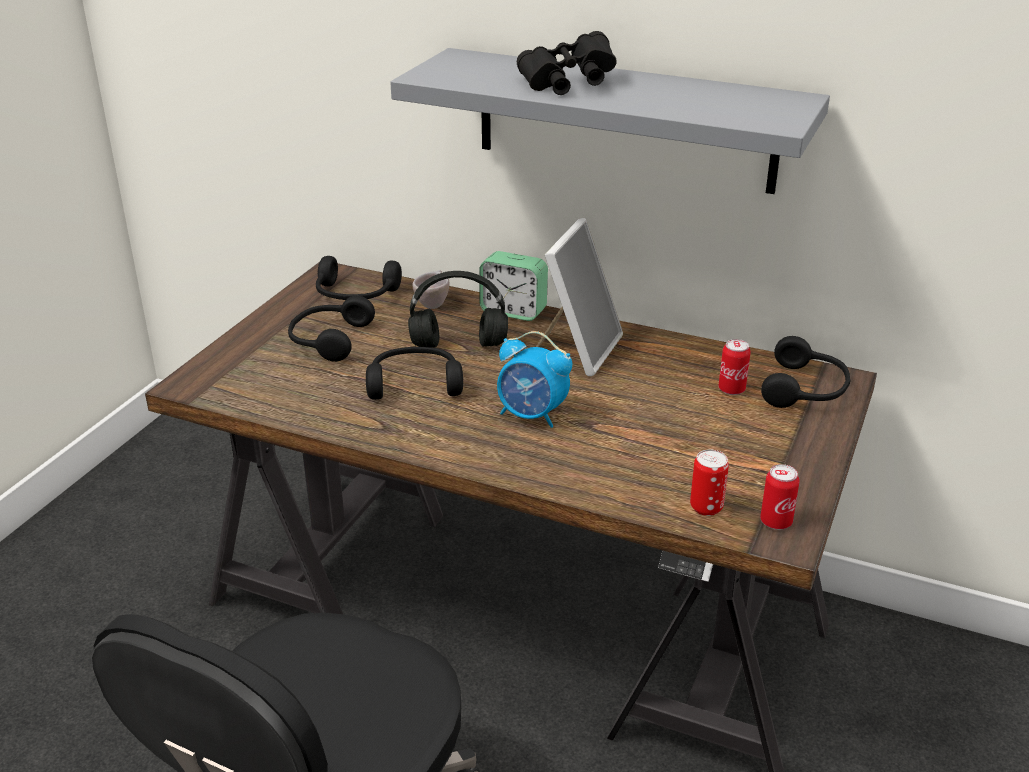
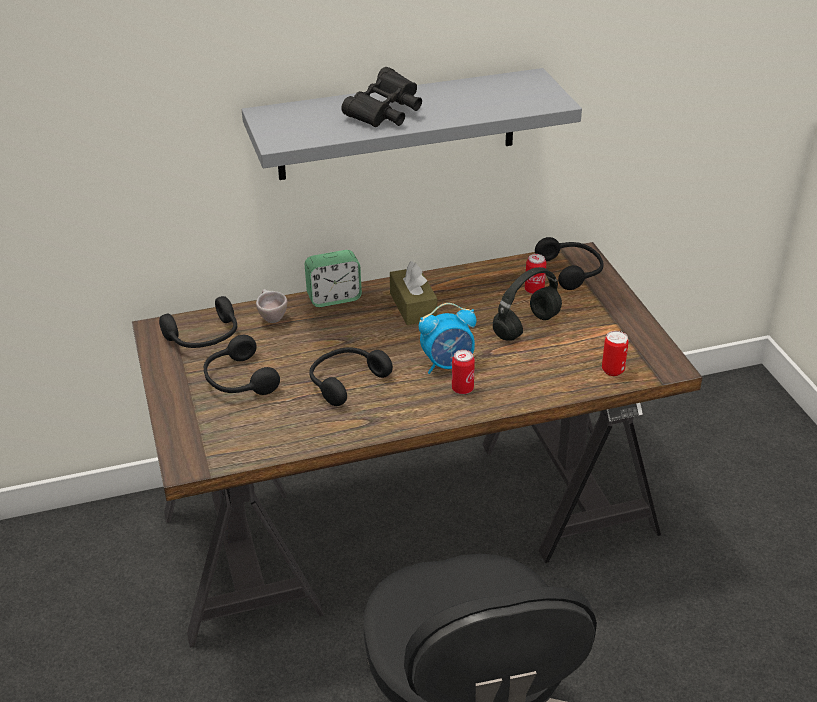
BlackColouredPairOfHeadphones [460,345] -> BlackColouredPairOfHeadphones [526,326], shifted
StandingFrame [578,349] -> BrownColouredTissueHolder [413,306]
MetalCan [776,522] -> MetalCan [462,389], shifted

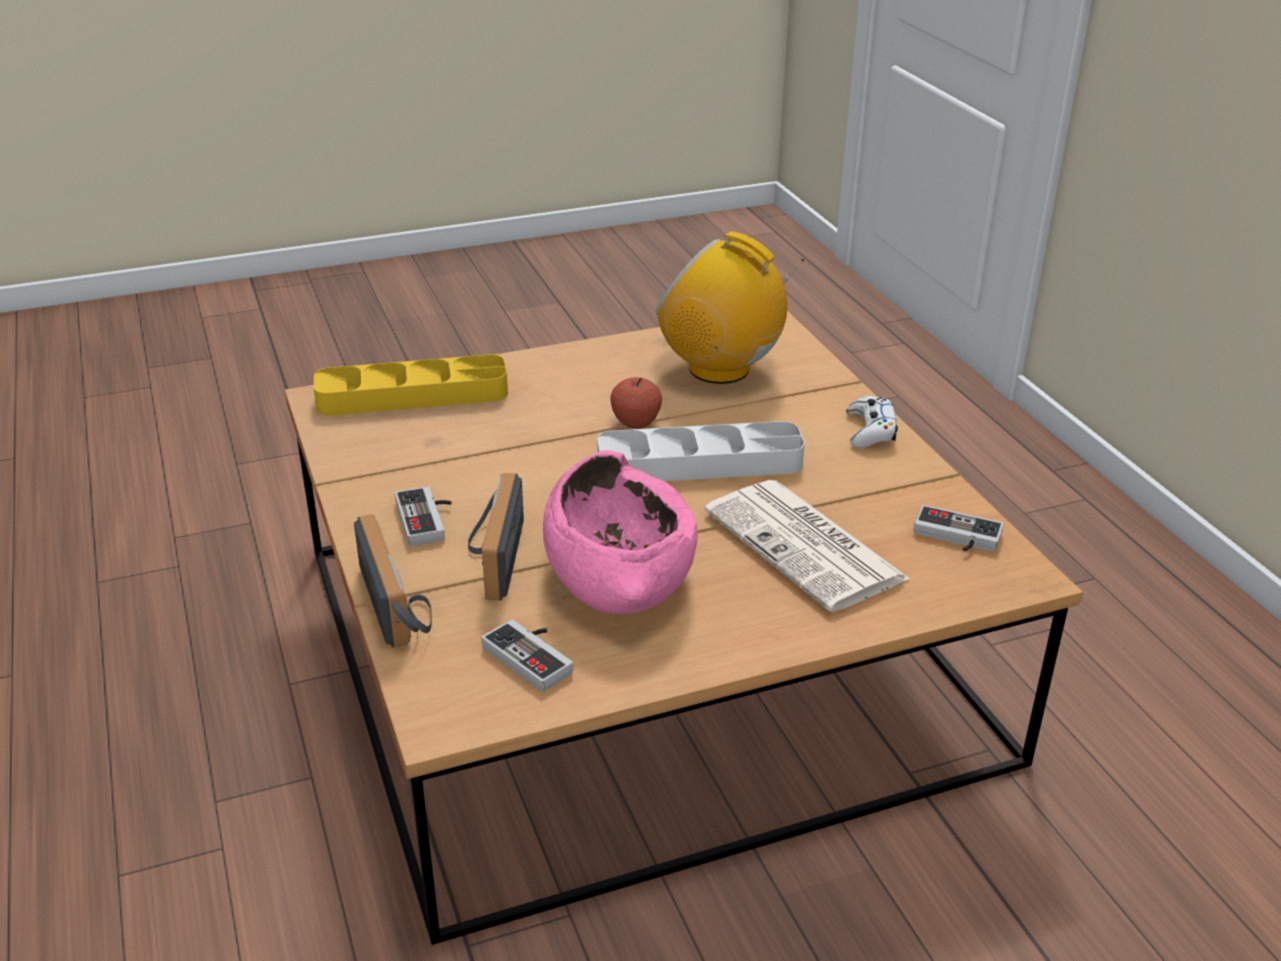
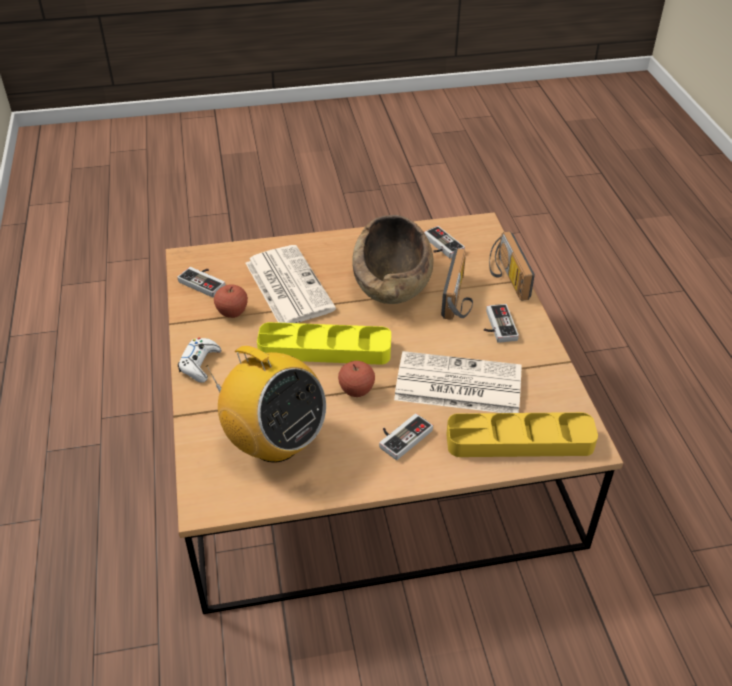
PinkishBowl [618,572] -> BrownColouredBowl [393,282]
GreyTray [700,463] -> YellowTray [324,349]
none -> AppleFruit [232,312]
none -> GameController [401,436]
none -> Newspaper [456,384]

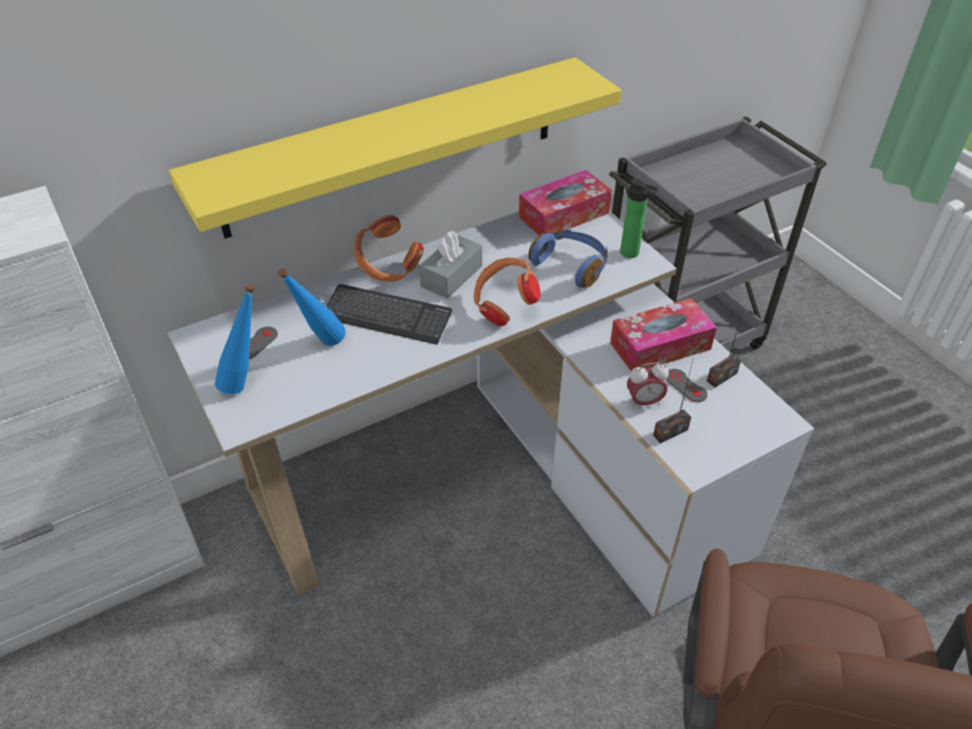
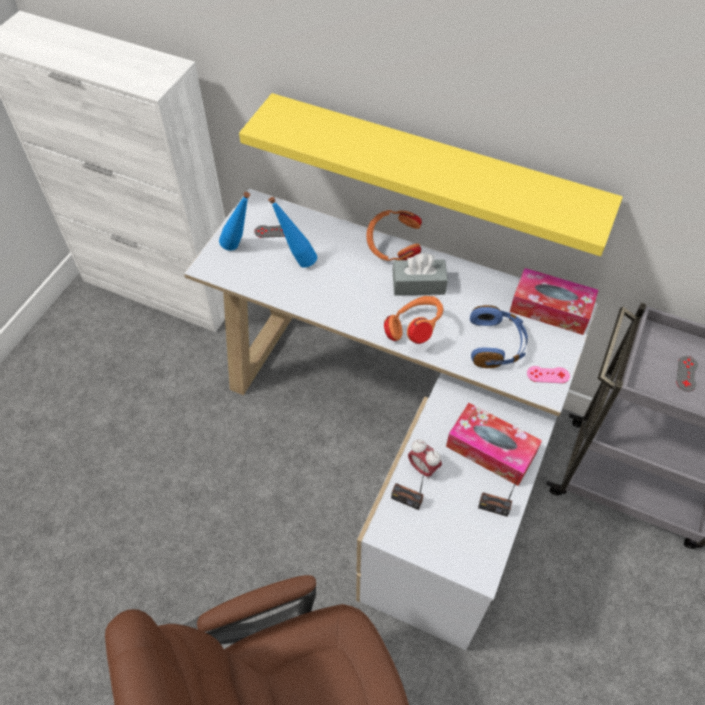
Keyboard [387,316] -> none
BeverageBottle [632,254] -> PinkishGameController [548,375]
GreyGameController [685,385] -> GreyGameController [686,373], shifted

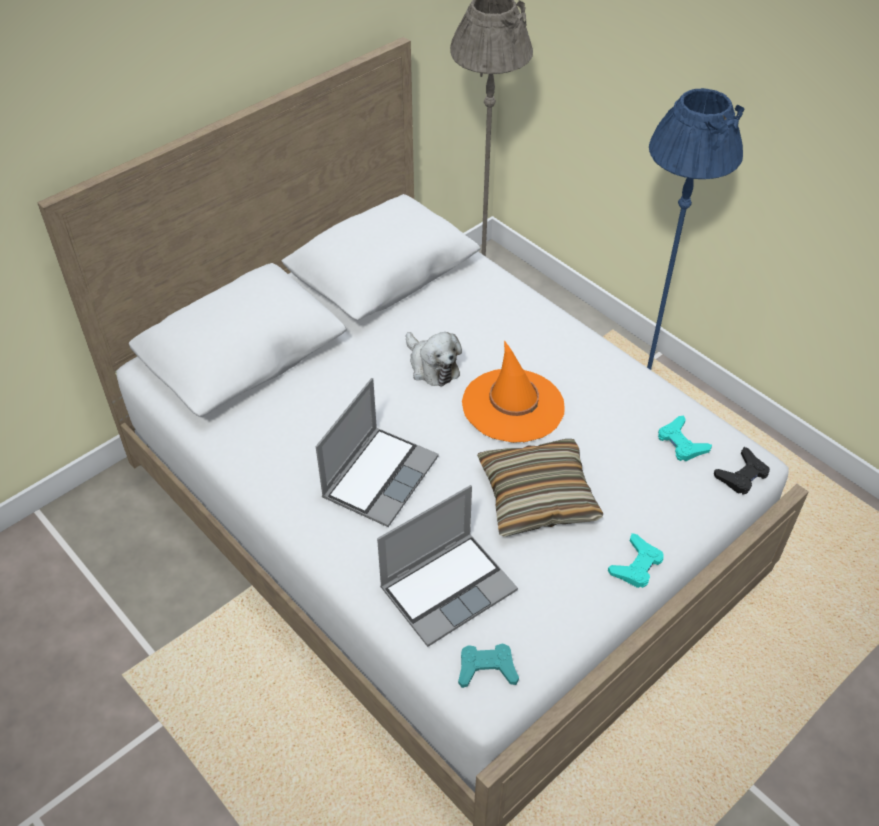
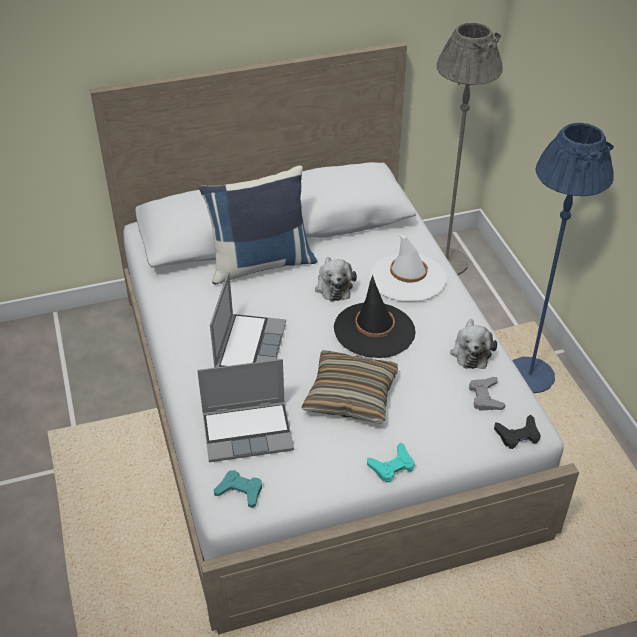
Laptop [380,476] -> Laptop [249,345], 45 degrees counterclockwise
OrangeyWearableHat [513,405] -> BlackColouredWearableHat [374,330]
TurquoiseGameController [681,443] -> GreyGameController [485,397]
none -> BlueColouredThrowPillow [261,263]
none -> WhitishWearableHat [407,278]
none -> PlushToy [471,351]

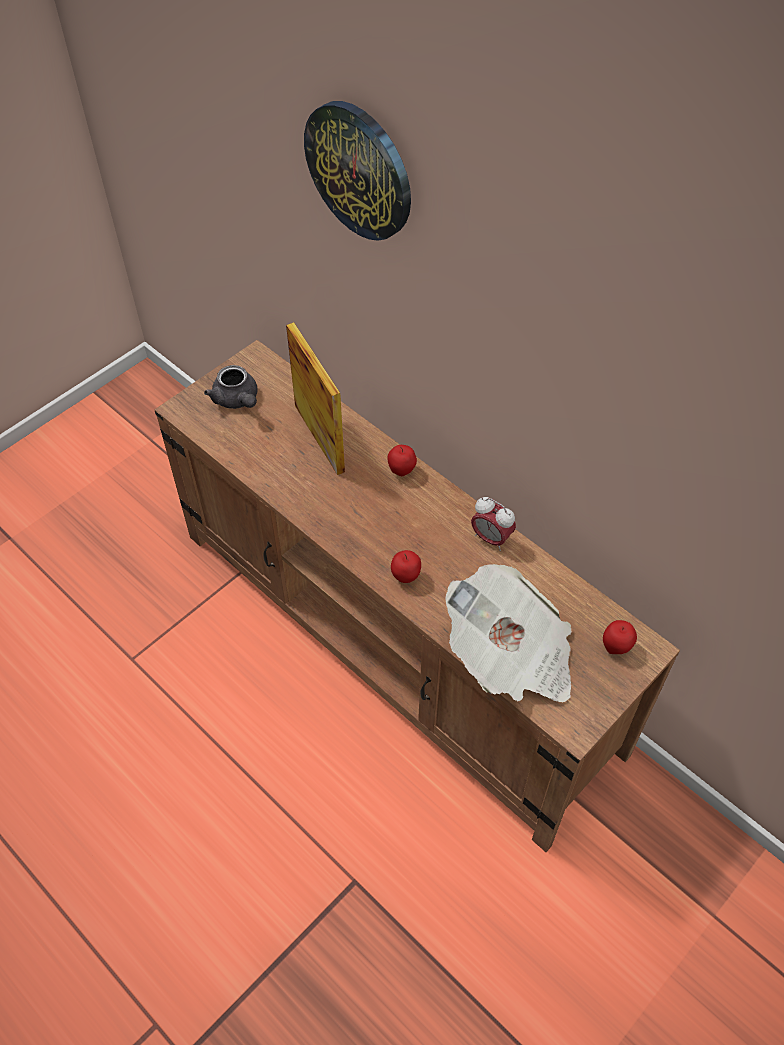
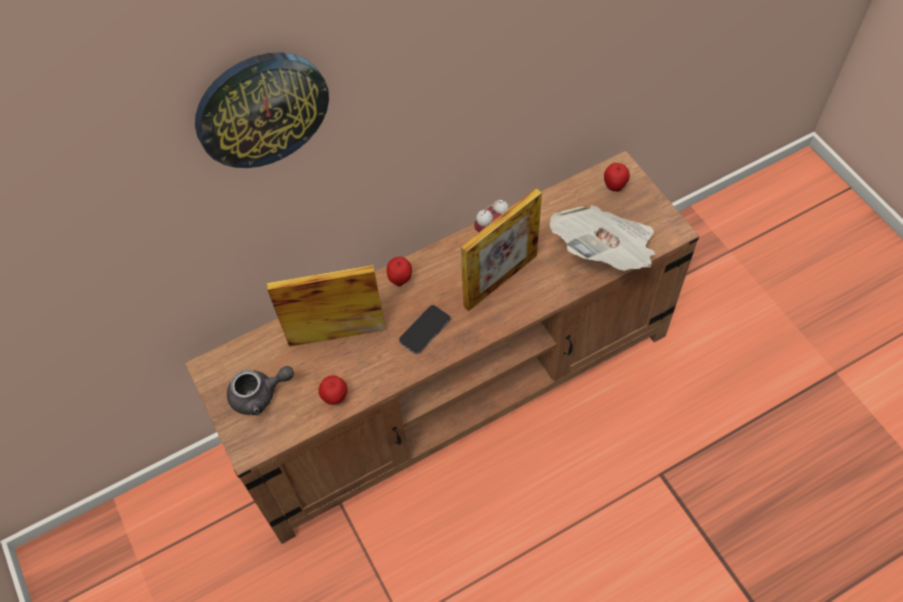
AppleFruit [405,577] -> AppleFruit [335,398], shifted
none -> Phone [425,330]
none -> StandingFrame [500,280]

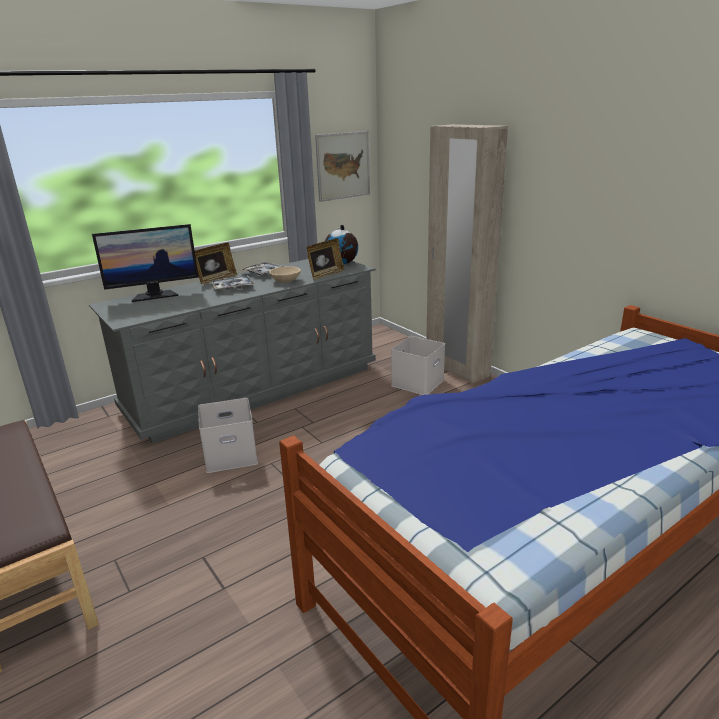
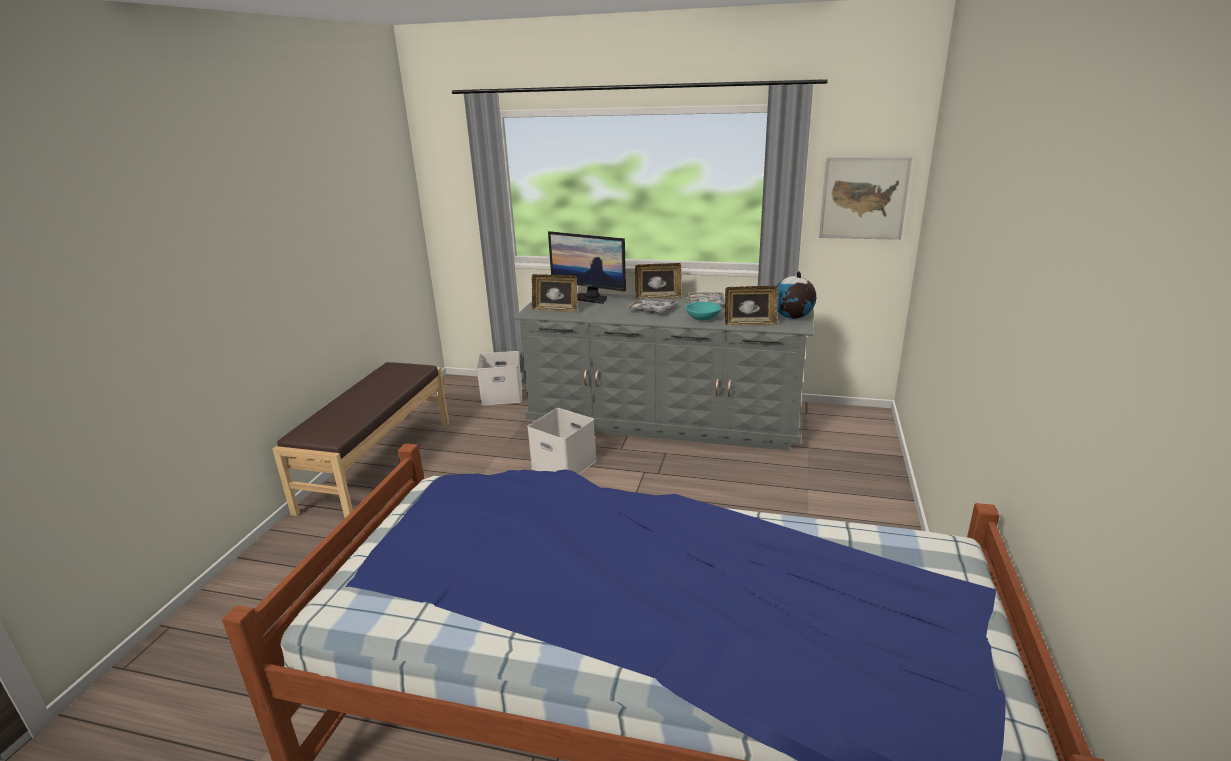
BeigeBowl [285,281] -> TurquoiseBowl [702,318]
WhitishStorageBox [417,382] -> WhitishStorageBox [503,395], shifted
BeigeWardrobe [457,368] -> none
none -> StandingFrame [556,310]

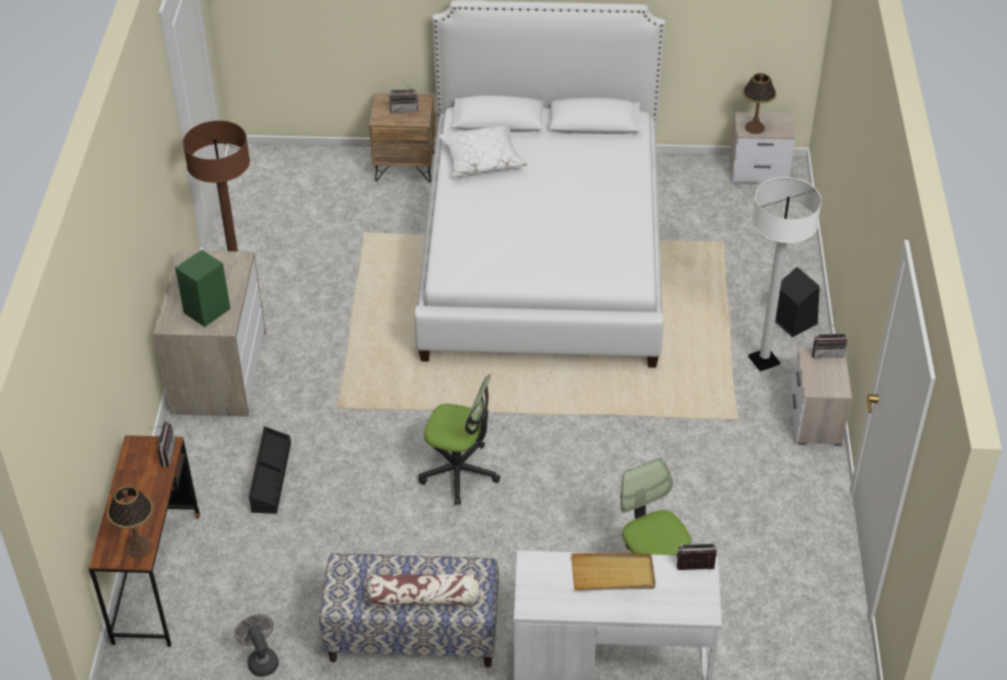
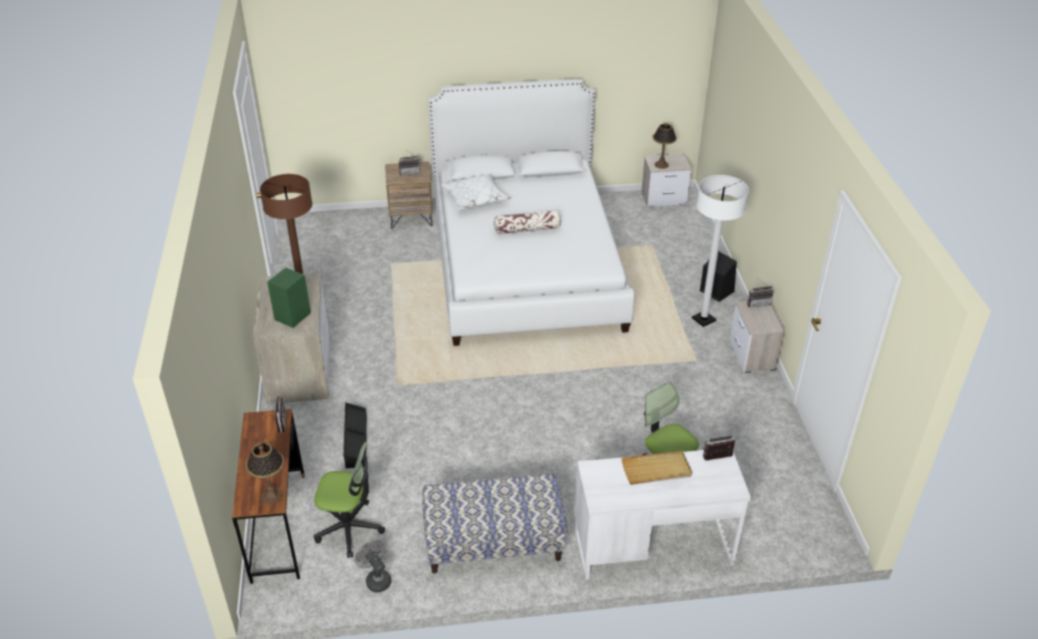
ThrowPillow [423,598] -> ThrowPillow [527,229], shifted
DeskChair [459,472] -> DeskChair [349,528], shifted

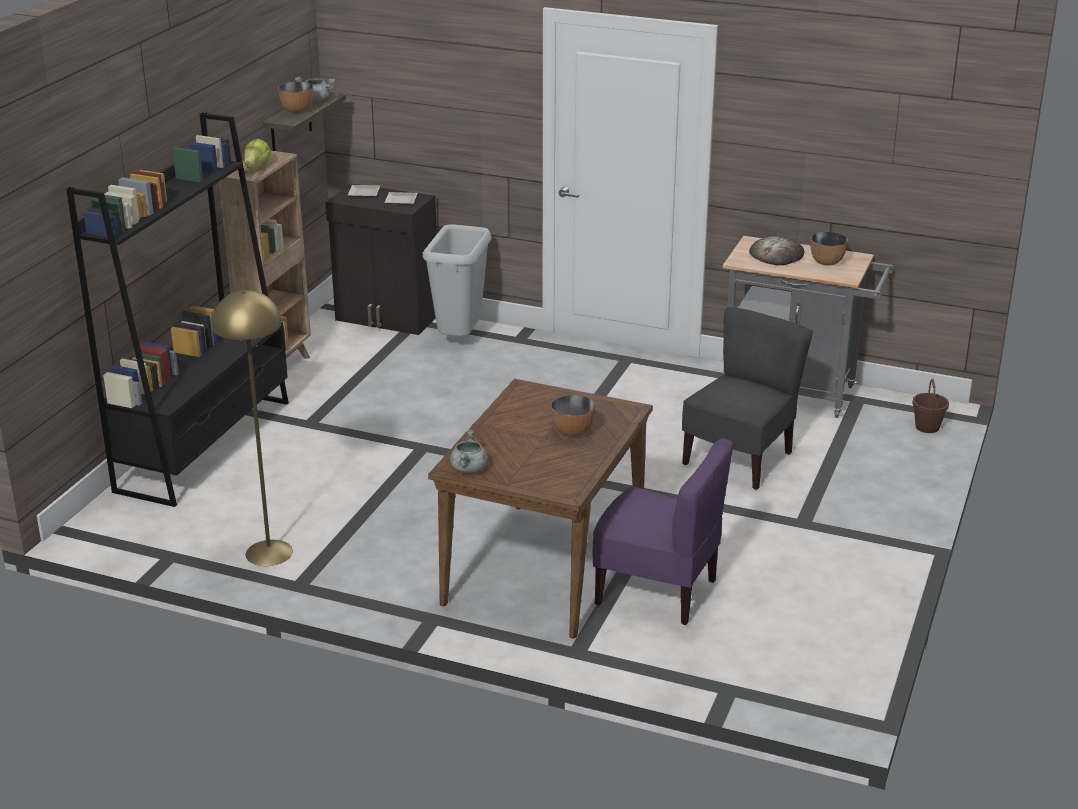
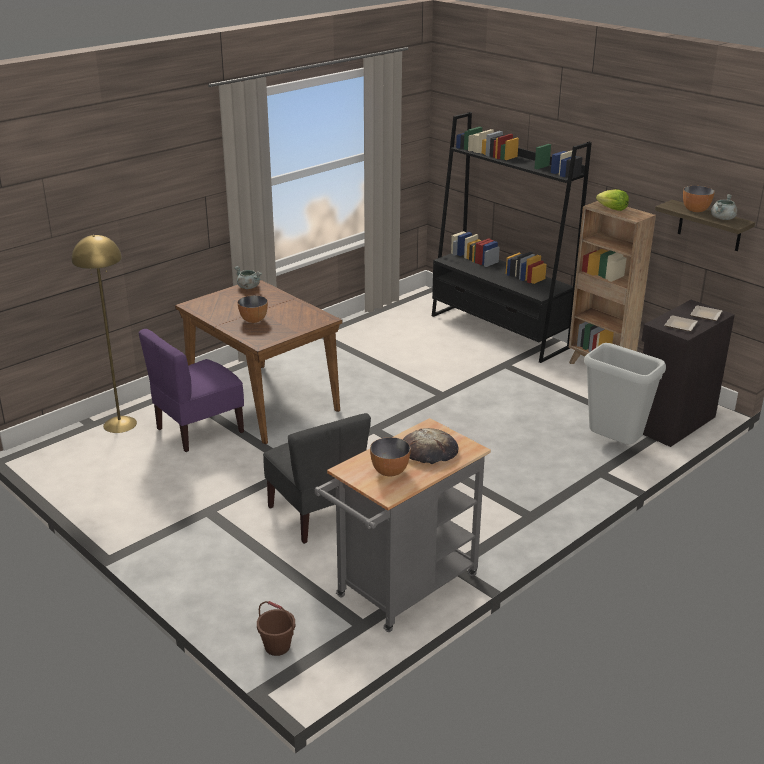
YellowStandardLamp [269,552] -> YellowStandardLamp [120,424], shifted

